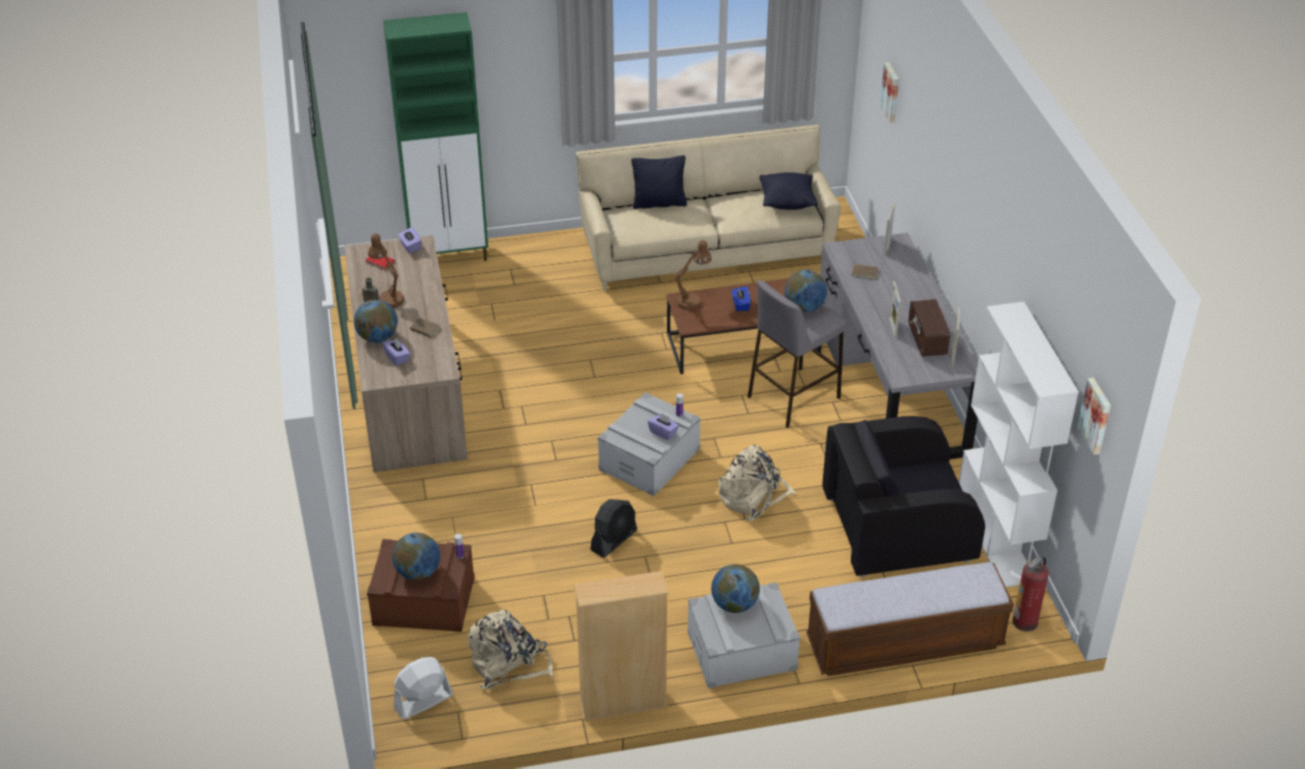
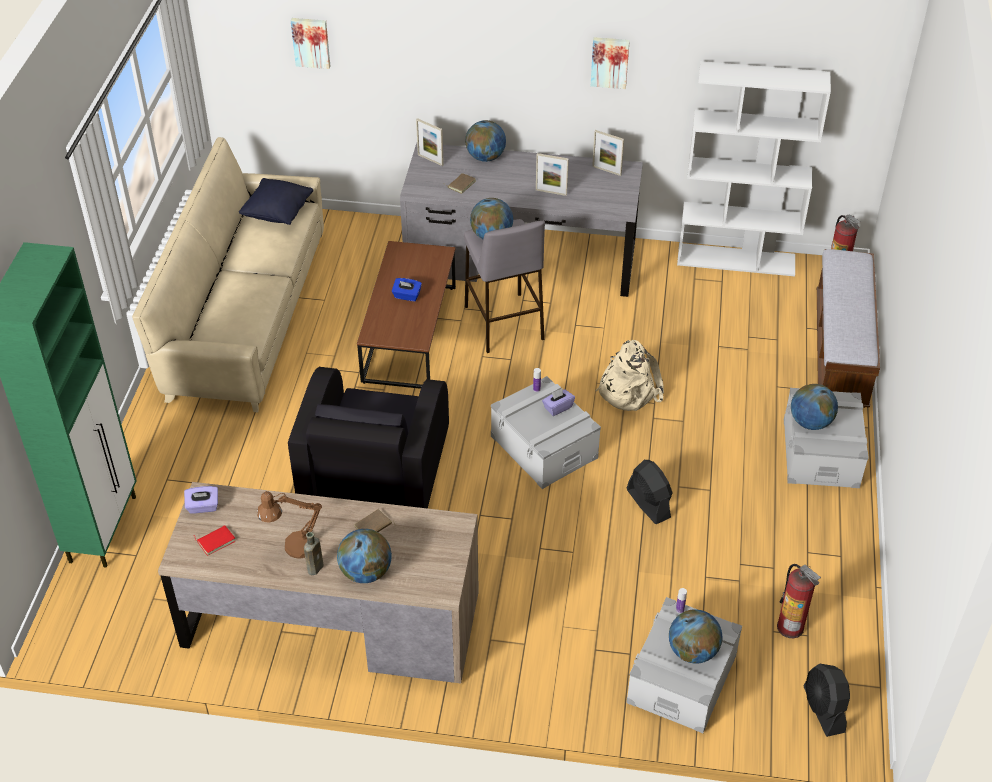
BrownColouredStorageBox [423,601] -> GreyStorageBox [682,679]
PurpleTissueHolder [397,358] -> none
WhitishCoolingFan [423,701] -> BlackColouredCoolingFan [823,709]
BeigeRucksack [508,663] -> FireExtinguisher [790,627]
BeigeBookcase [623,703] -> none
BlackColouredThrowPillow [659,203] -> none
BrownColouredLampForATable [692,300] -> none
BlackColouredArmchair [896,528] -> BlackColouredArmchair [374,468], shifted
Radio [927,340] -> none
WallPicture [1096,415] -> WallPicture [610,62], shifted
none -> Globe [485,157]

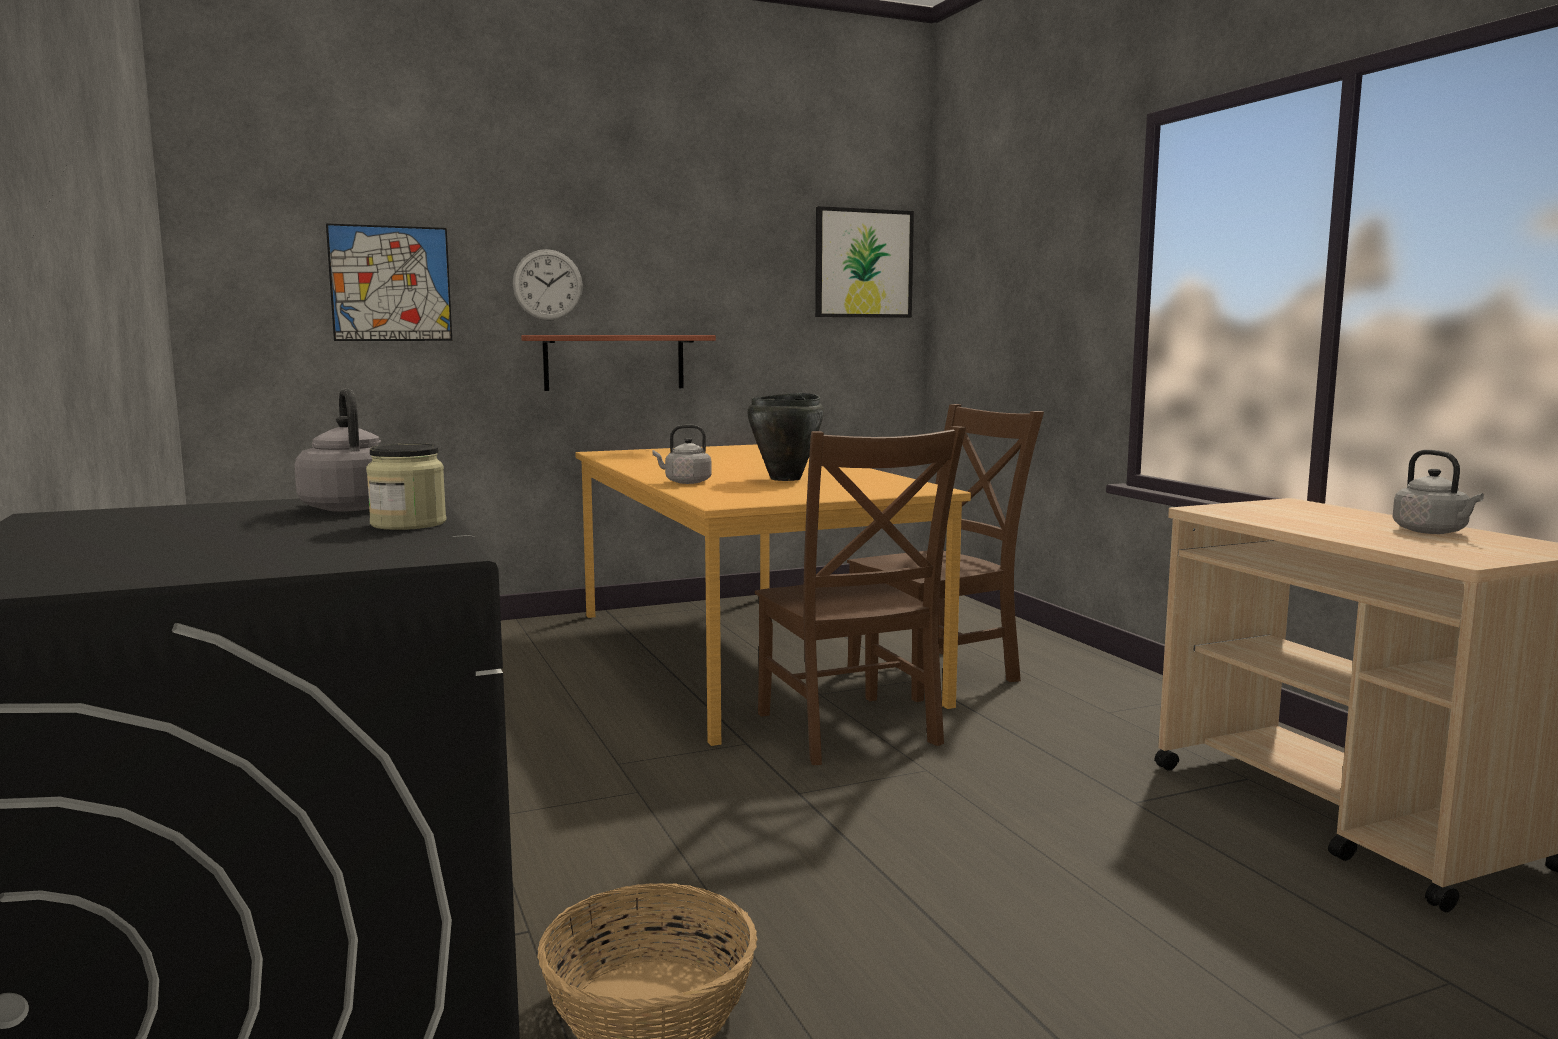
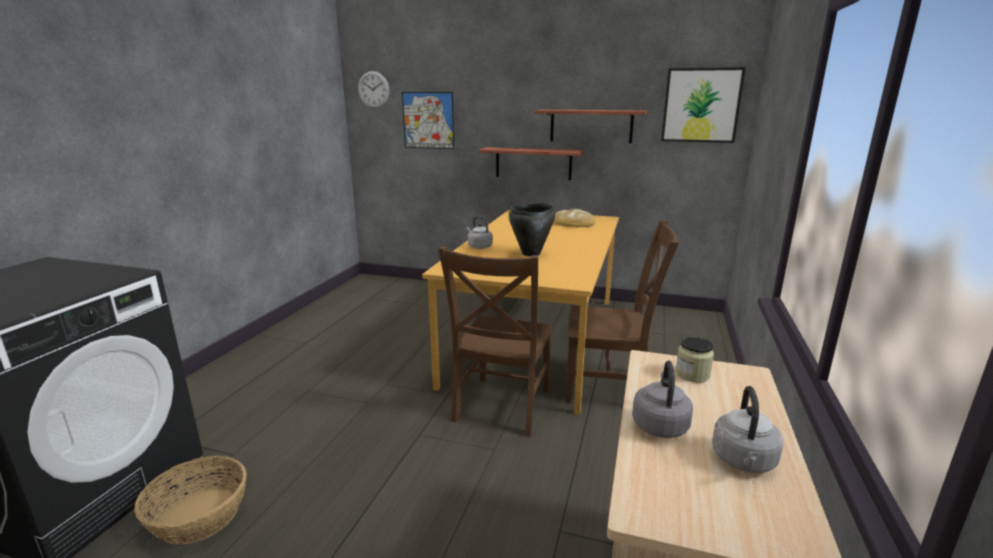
GreyTeaKettle [349,507] -> GreyTeaKettle [659,424], shifted
PreserveJar [408,524] -> PreserveJar [692,374], shifted
ClockOnTheWall [548,285] -> ClockOnTheWall [373,89], shifted
none -> Shelf [591,126]
none -> BakeryBread [573,222]

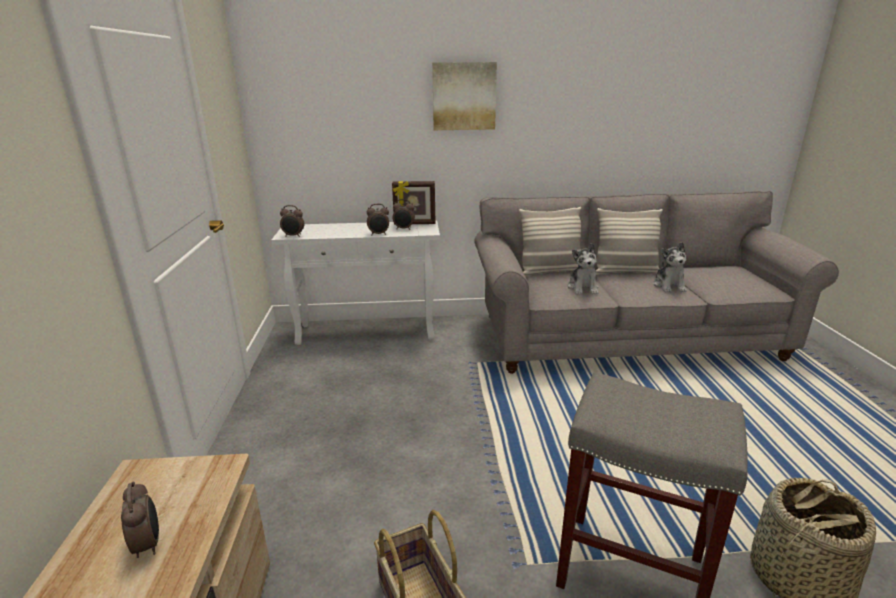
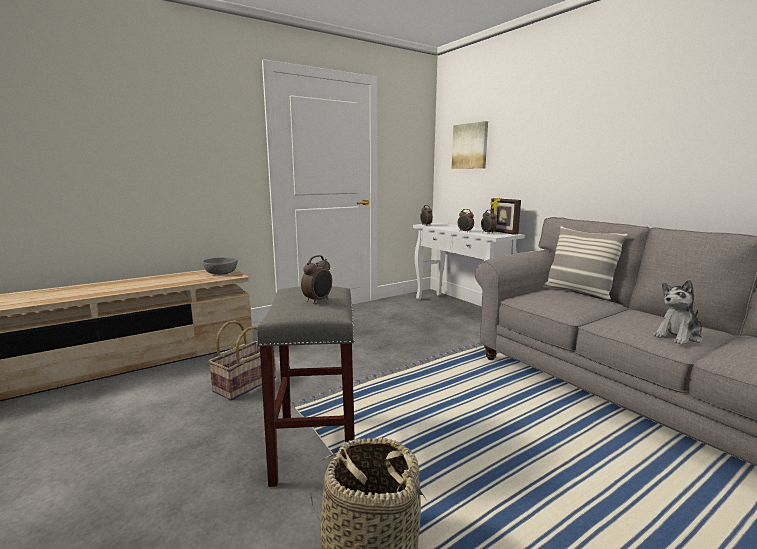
BedsideClock [148,544] -> BedsideClock [318,301], shifted
WallPicture [464,96] -> WallPicture [470,146], shifted
PlushToy [583,288] -> none
ThrowPillow [625,272] -> none
none -> GreyBowl [221,273]

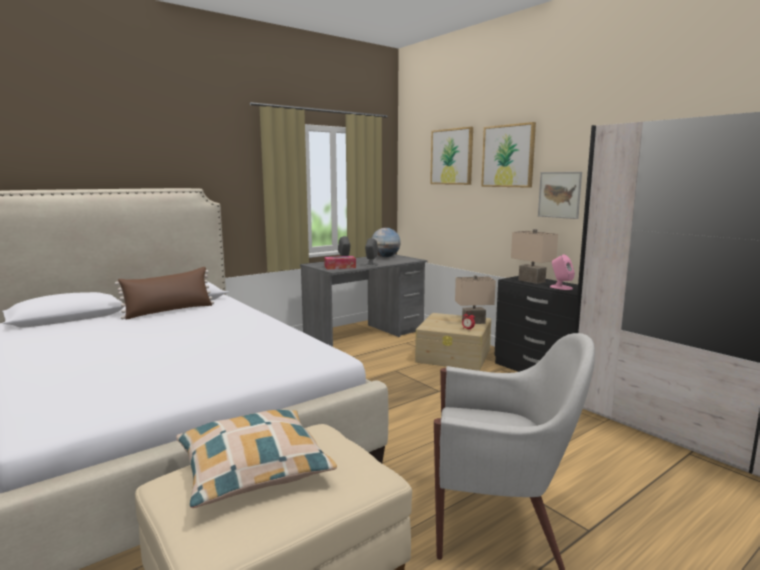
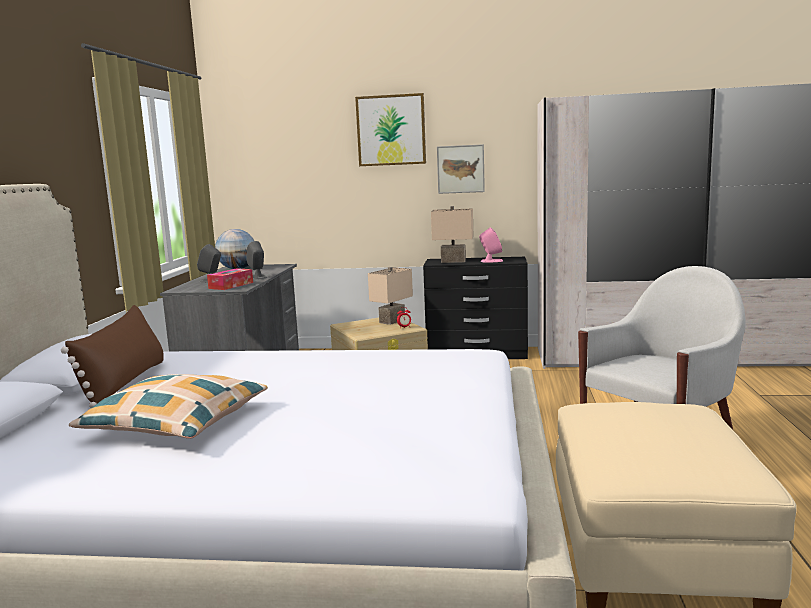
ThrowPillow [253,468] -> ThrowPillow [177,423], shifted
WallPicture [452,156] -> none

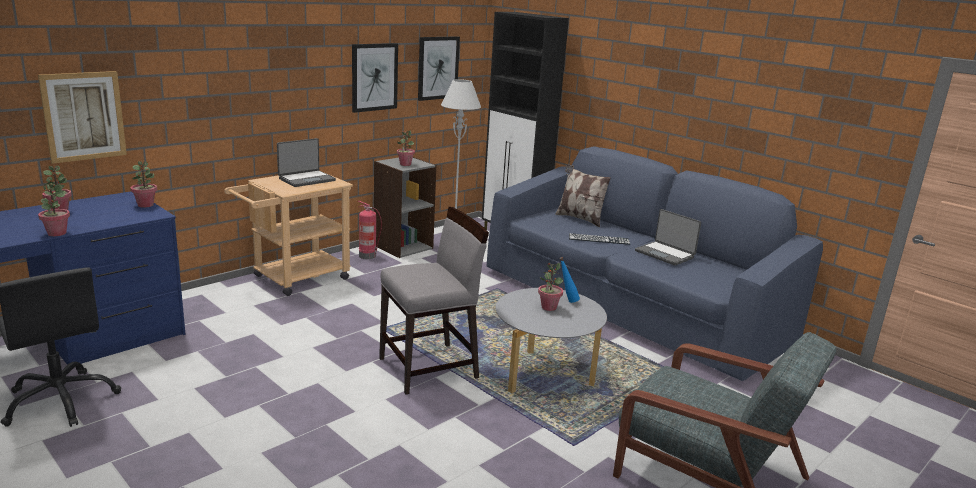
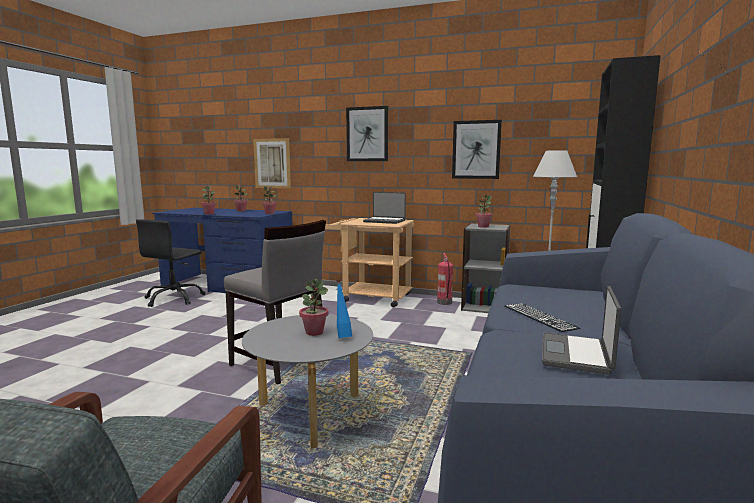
WallPicture [438,68] -> WallPicture [367,134], shifted
ThrowPillow [580,219] -> none

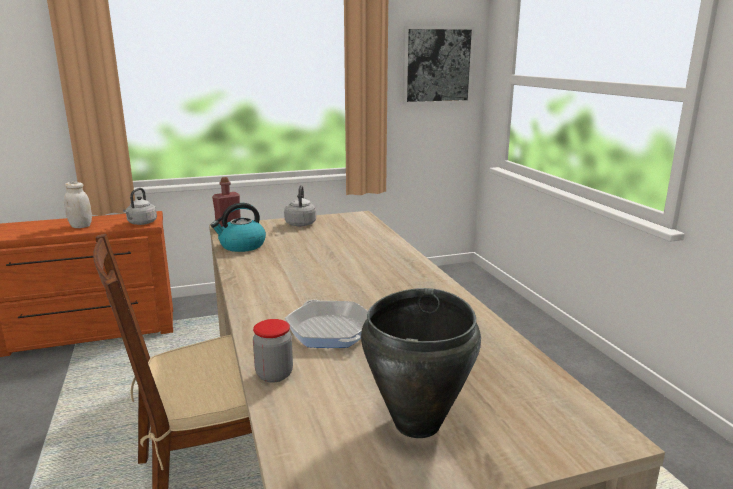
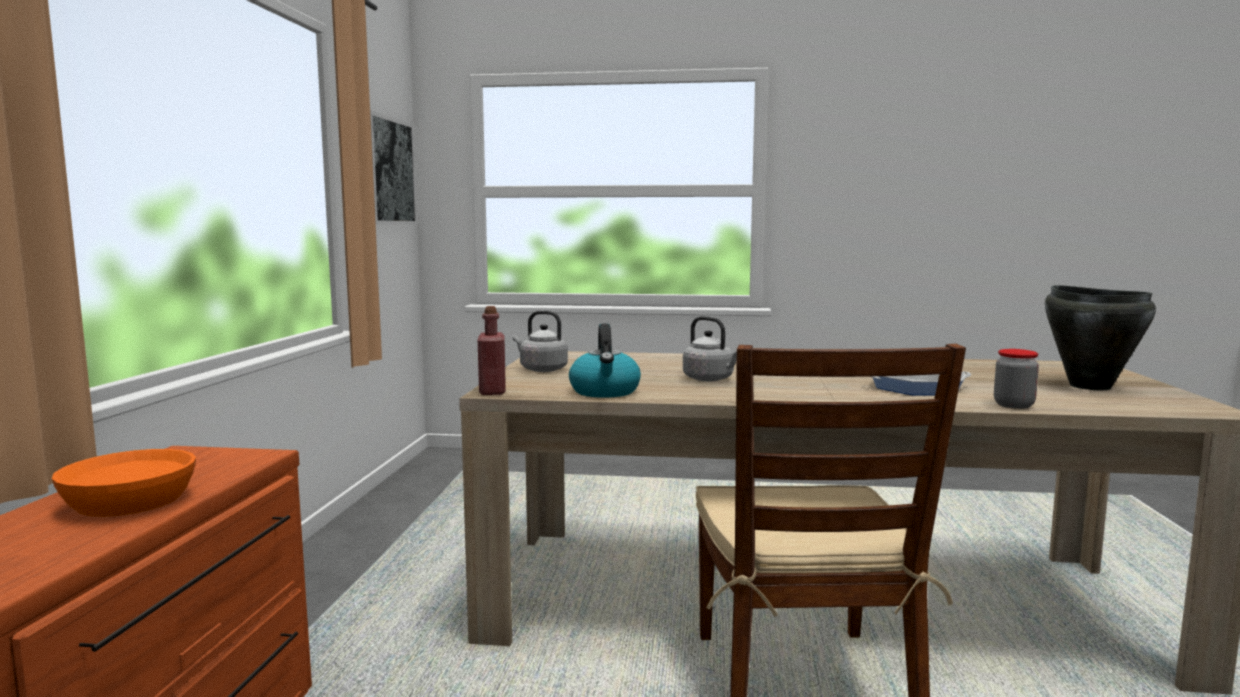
WhitishPreserveJar [81,226] -> OrangeyBowl [129,503]
GreyTeaKettle [141,223] -> GreyTeaKettle [710,379], shifted

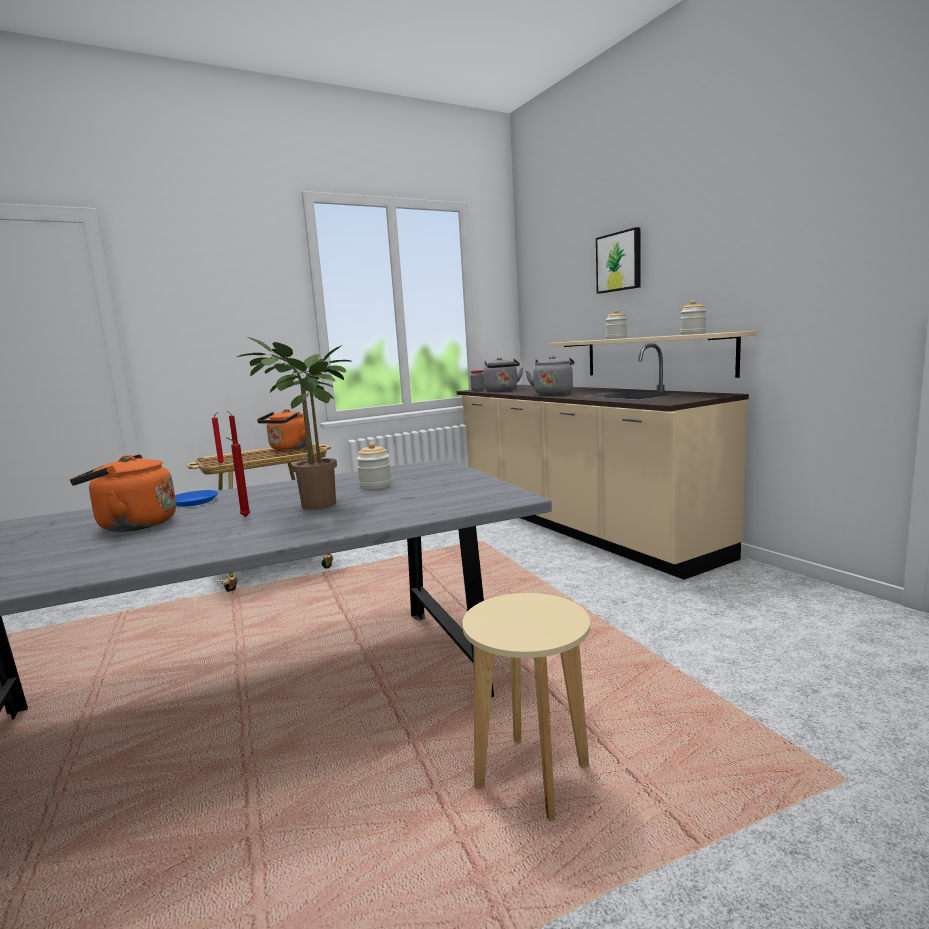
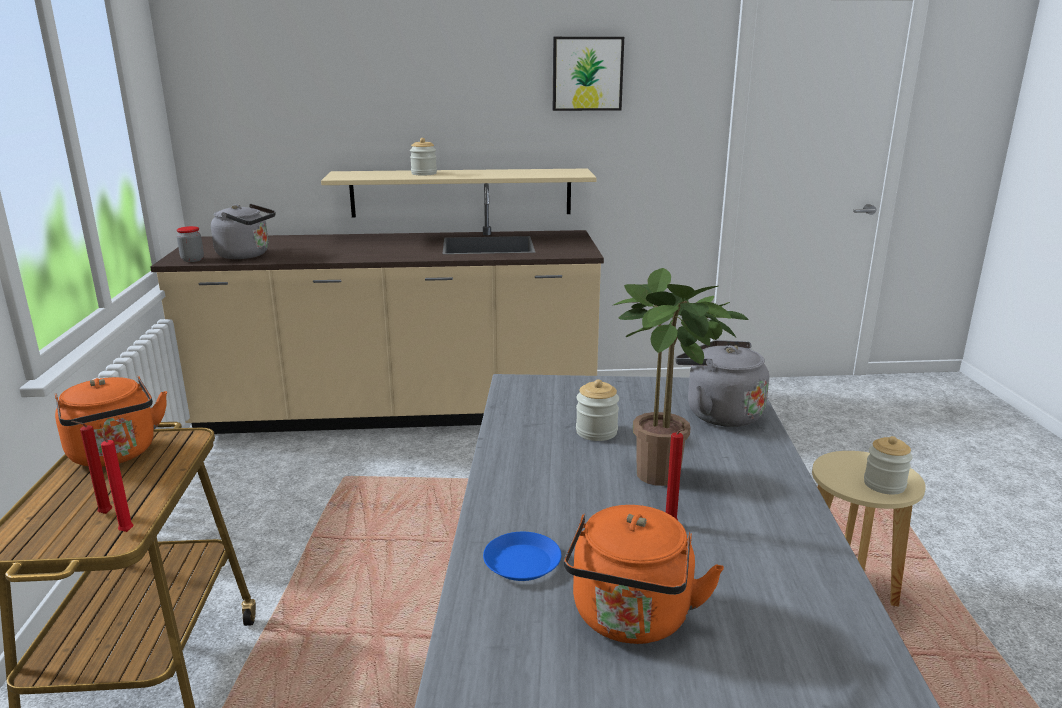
GreyTeaKettle [553,393] -> GreyTeaKettle [719,414], shifted
WallPicture [619,262] -> WallPicture [587,73], shifted
PreserveJar [692,334] -> PreserveJar [884,485], shifted

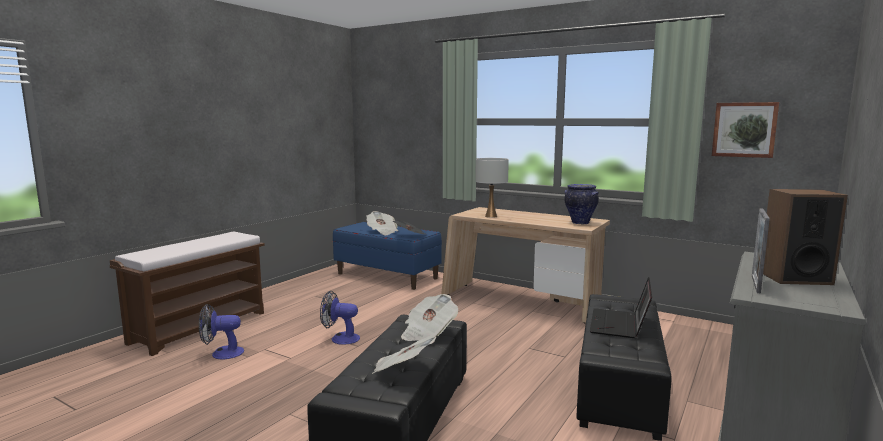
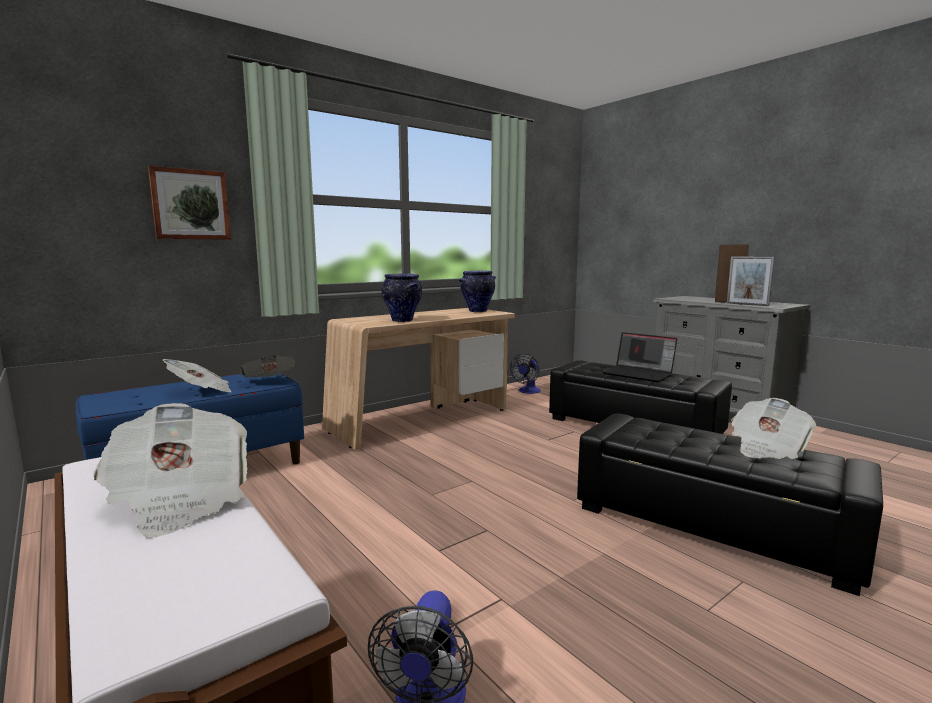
CoolingFan [340,338] -> CoolingFan [527,391], shifted
Newspaper [428,333] -> Newspaper [180,499], shifted
WhitishLampForATable [491,216] -> DecorativeVase [402,321]
WallPicture [744,129] -> WallPicture [190,204], shifted

